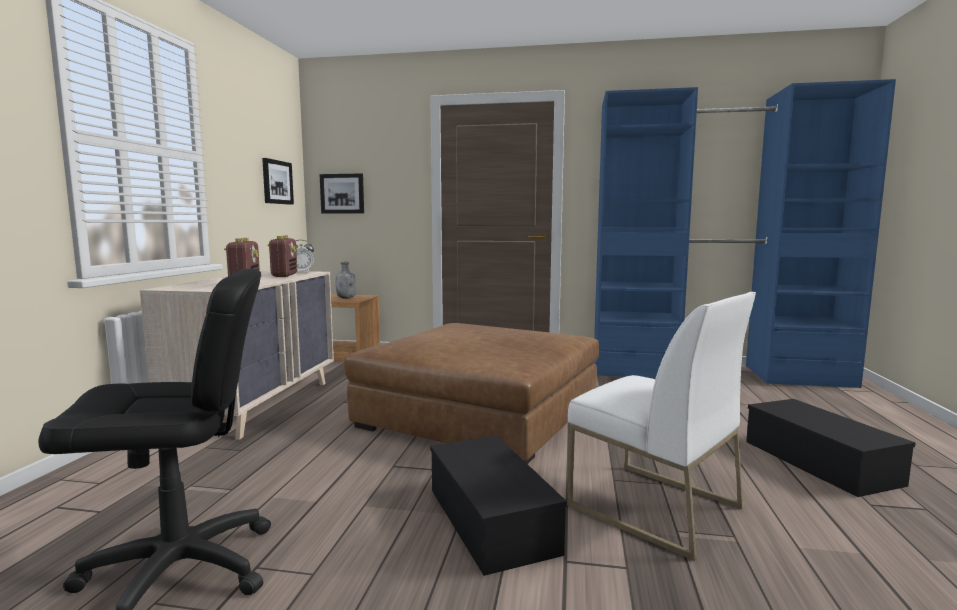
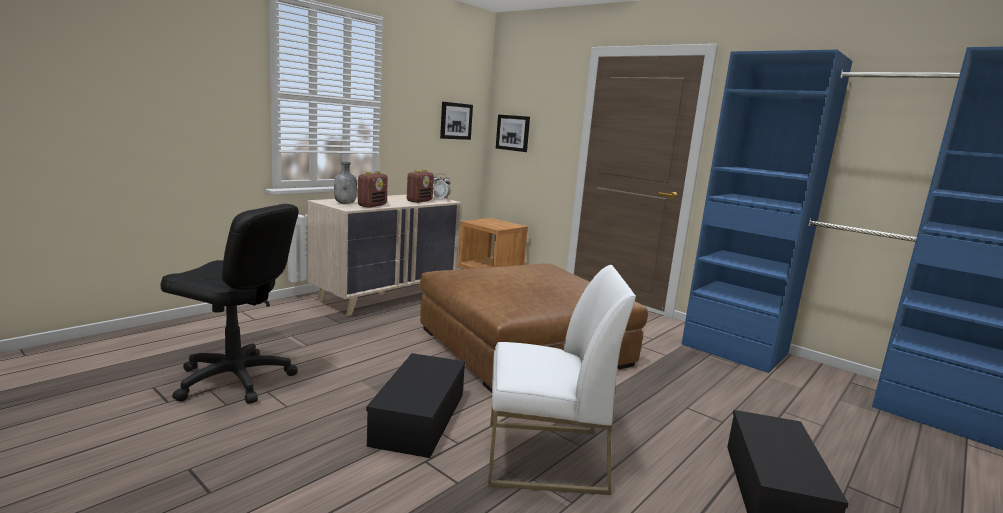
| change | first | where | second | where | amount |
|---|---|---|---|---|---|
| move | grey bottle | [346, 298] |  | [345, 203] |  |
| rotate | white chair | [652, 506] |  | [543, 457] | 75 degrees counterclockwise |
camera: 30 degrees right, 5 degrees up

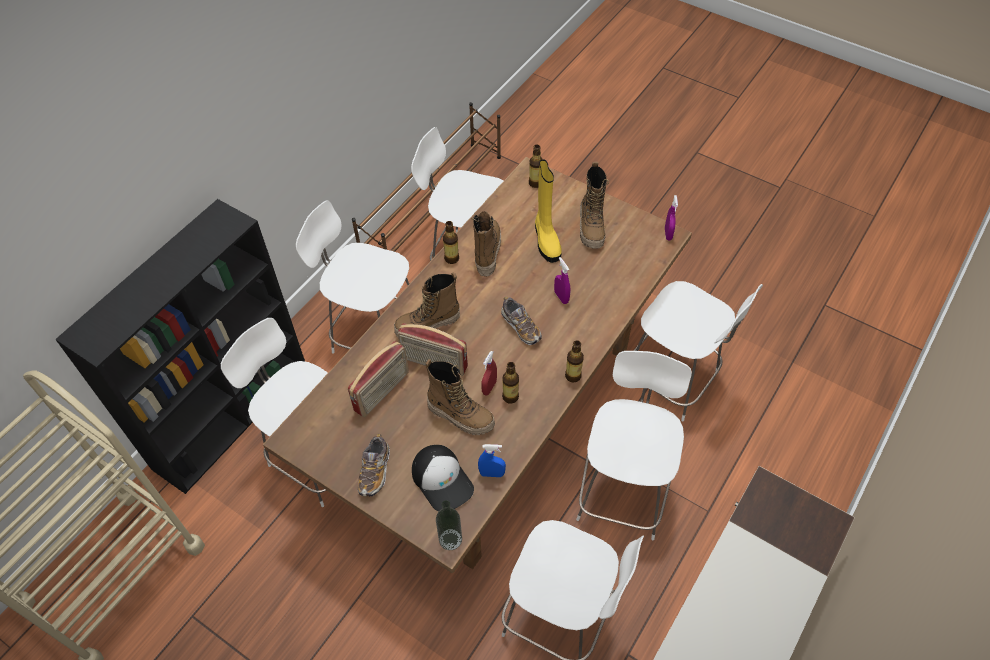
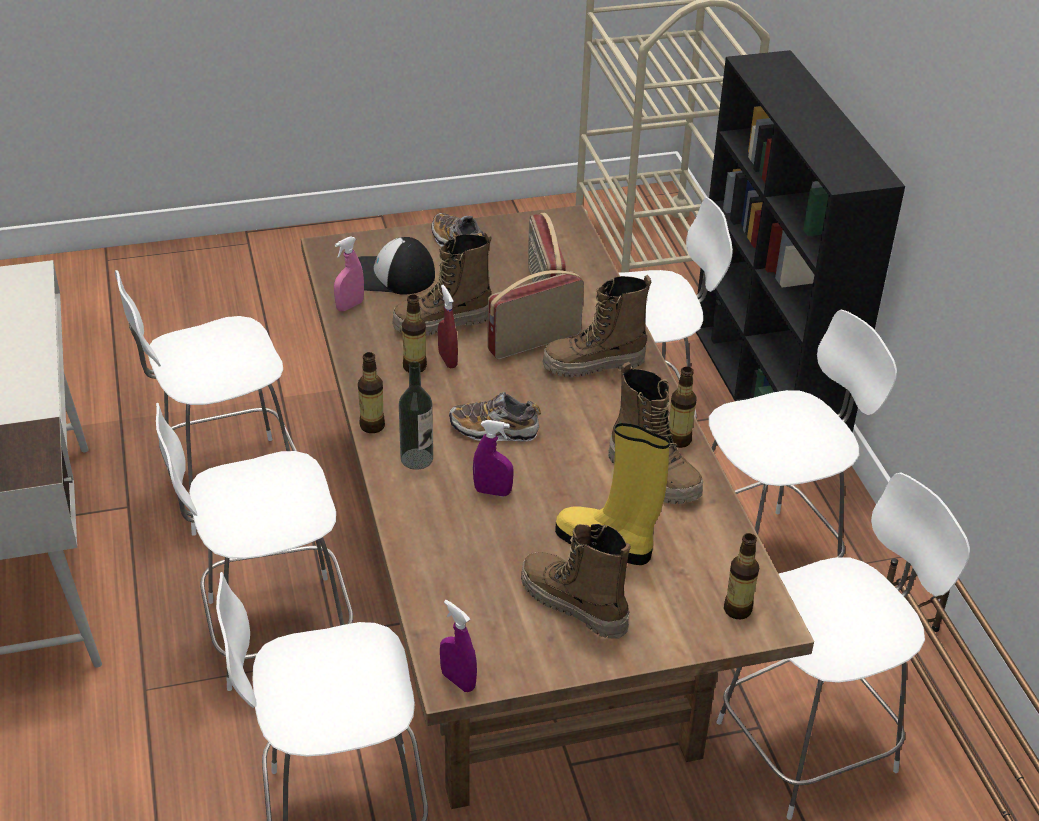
| change | first | where | second | where | amount |
|---|---|---|---|---|---|
| rotate | boot | [427, 325] |  | [593, 365] | 120 degrees counterclockwise |
| rotate | white chair | [623, 491] |  | [272, 633] | 105 degrees clockwise |
| recolor | blue spray bottle | [492, 474] | pink spray bottle | [350, 306] |  |
| move | bottle | [450, 539] |  | [417, 459] |  |
camera: 130 degrees right, 15 degrees down

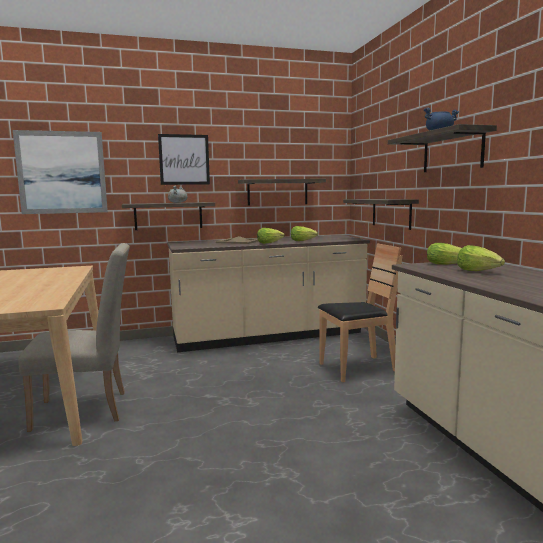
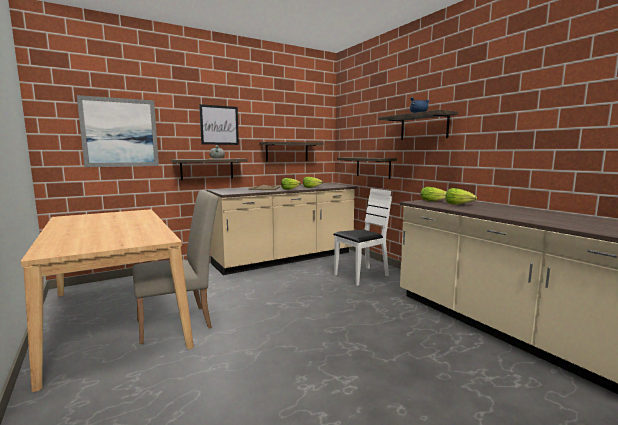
| change | first | where | second | where | amount |
|---|---|---|---|---|---|
| recolor | brown chair | [357, 368] | white chair | [361, 276] |  |
camera: 15 degrees left, 0 degrees up

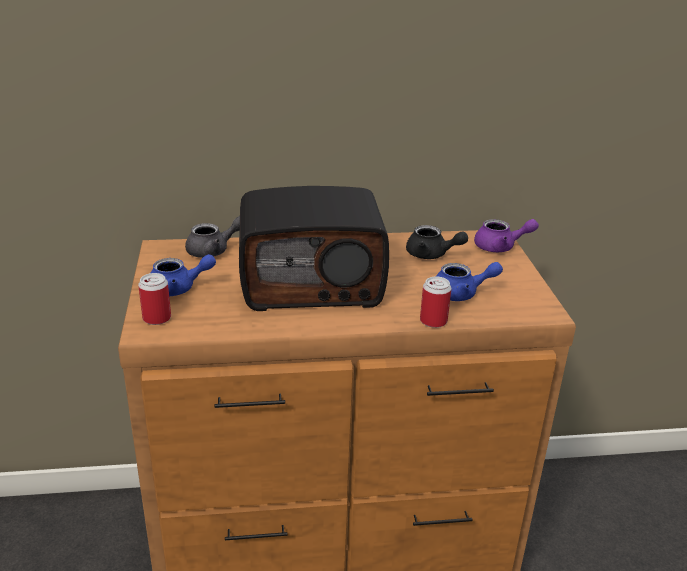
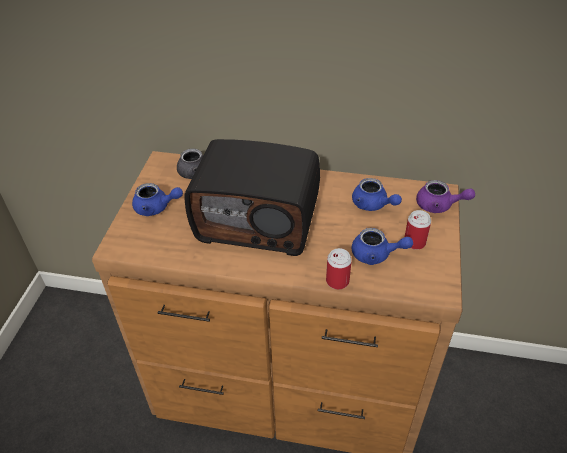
| change | first | where | second | where | amount |
|---|---|---|---|---|---|
| recolor | black teapot | [431, 255] | blue teapot | [372, 205] |  |
| move | can | [157, 318] |  | [414, 242] |  |
camera: 20 degrees right, 15 degrees up

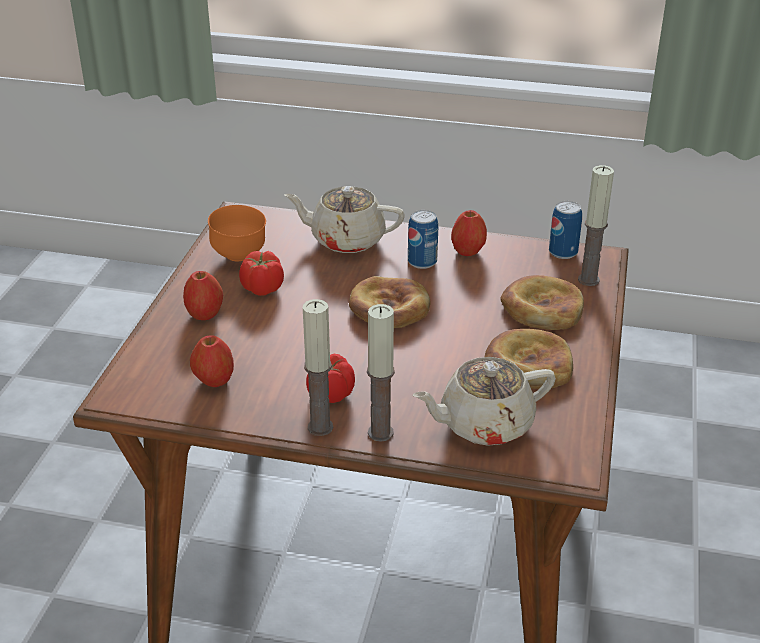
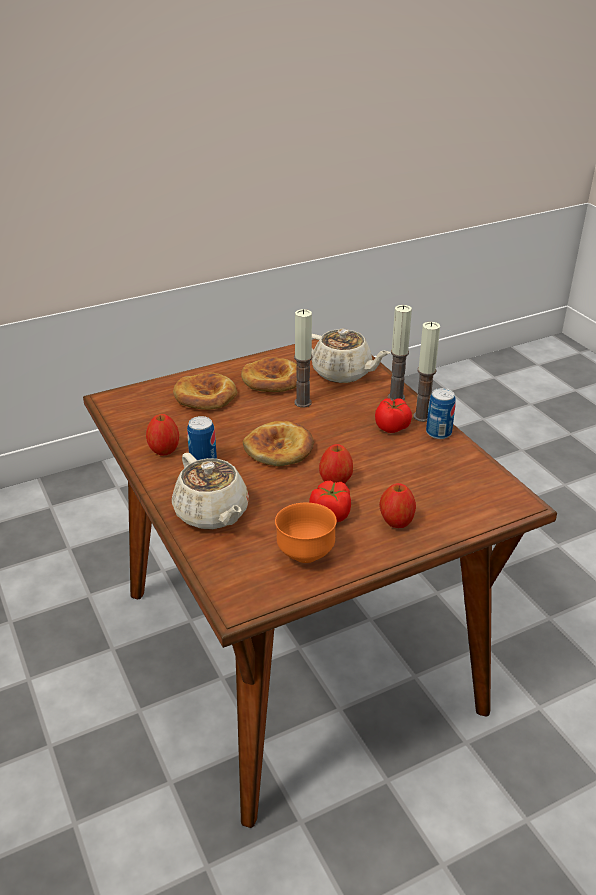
| change | first | where | second | where | amount |
|---|---|---|---|---|---|
| move | candle | [588, 280] |  | [302, 402] |  |
| move | can | [563, 252] |  | [438, 433] |  |
| move | apple | [214, 381] |  | [335, 482] |  |
camera: 130 degrees left, 0 degrees up

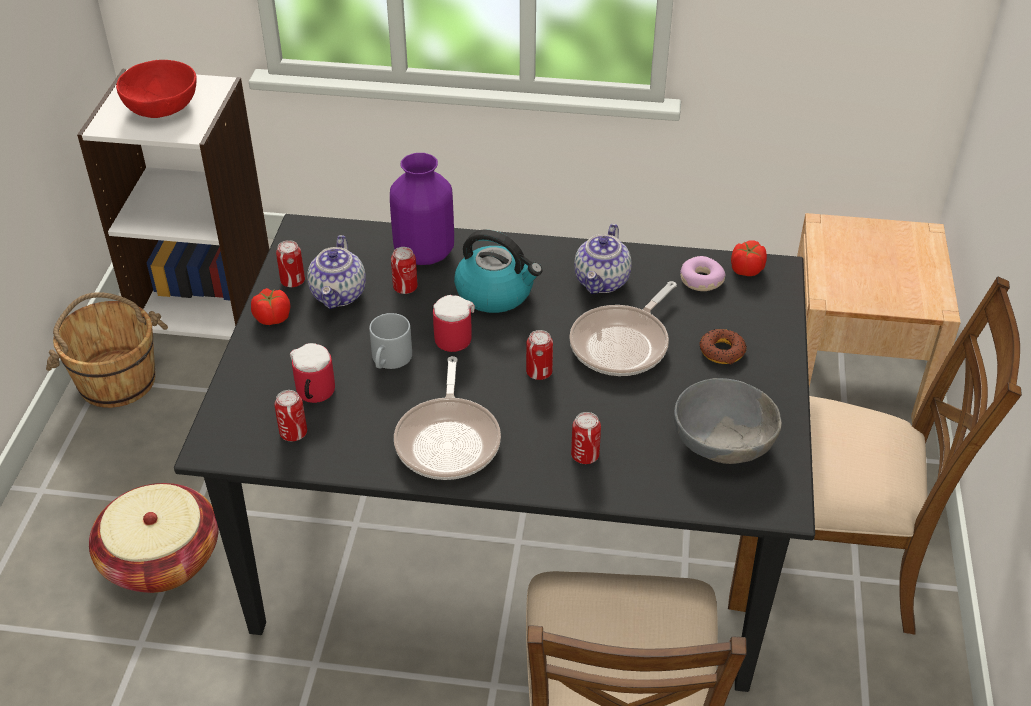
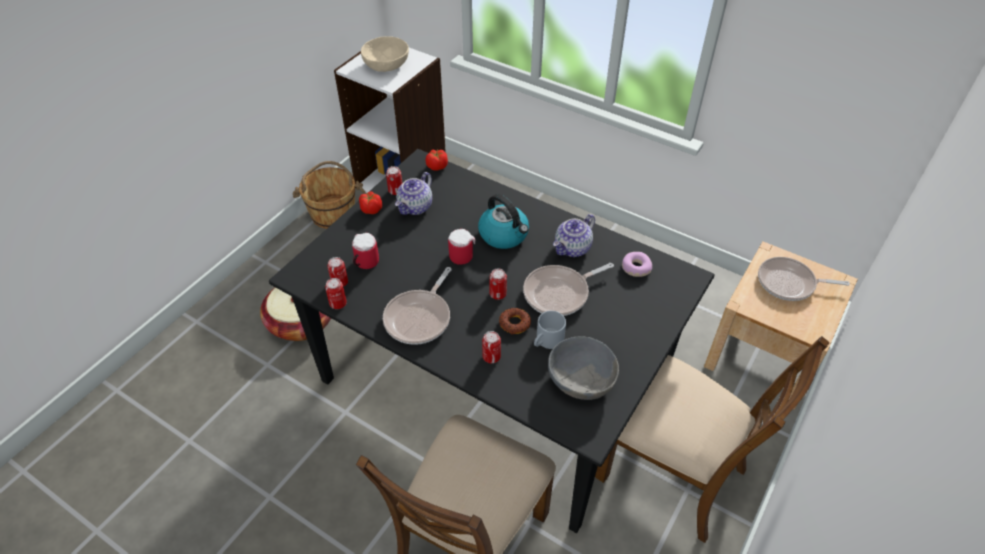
| change | first | where | second | where | amount |
|---|---|---|---|---|---|
| recolor | red bowl | [162, 107] | beige bowl | [387, 65] |  |
| delete | purple vase | [425, 253] |  |  |  |
| move | tomato | [746, 269] |  | [437, 166] |  |
| move | can | [405, 288] |  | [338, 303] |  |
| move | grey mug | [390, 360] |  | [547, 341] |  |
| move | donut | [722, 351] |  | [514, 323] |  |
| insert |  |  | frying pan | [789, 283] |  |
camera: 25 degrees right, 5 degrees up

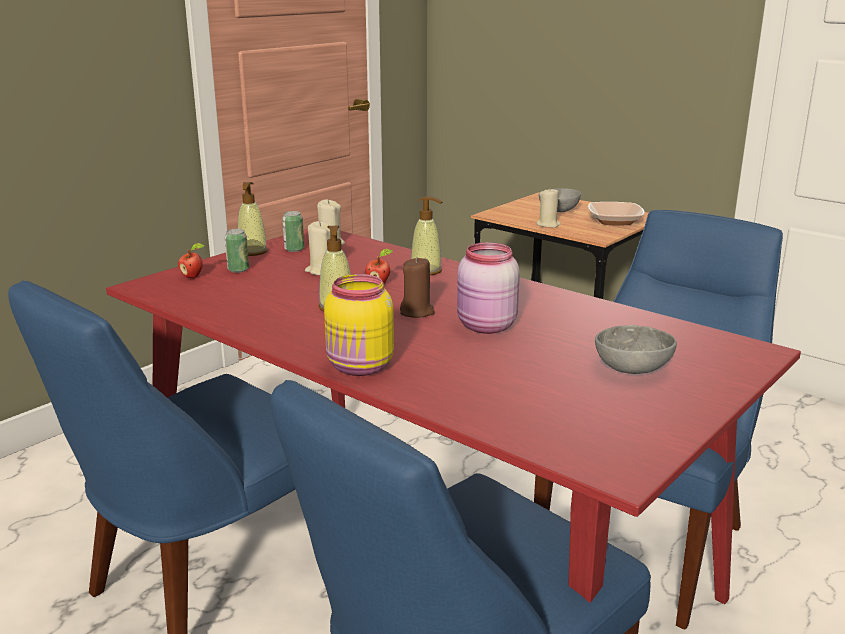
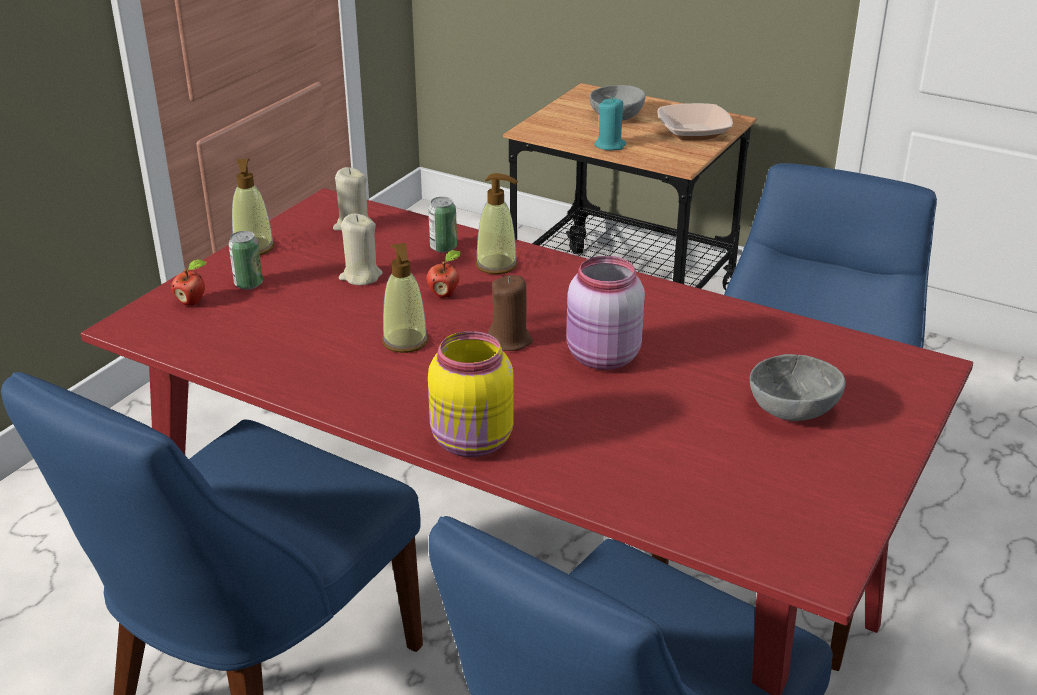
| change | first | where | second | where | amount |
|---|---|---|---|---|---|
| recolor | beige candle | [548, 225] | turquoise candle | [610, 145] |  |
| move | can | [294, 249] |  | [443, 247] |  |
camera: 10 degrees left, 10 degrees up

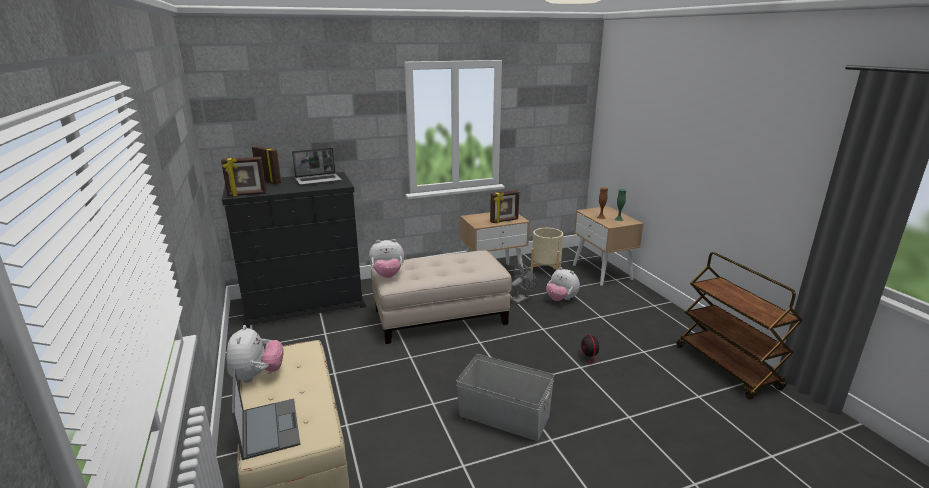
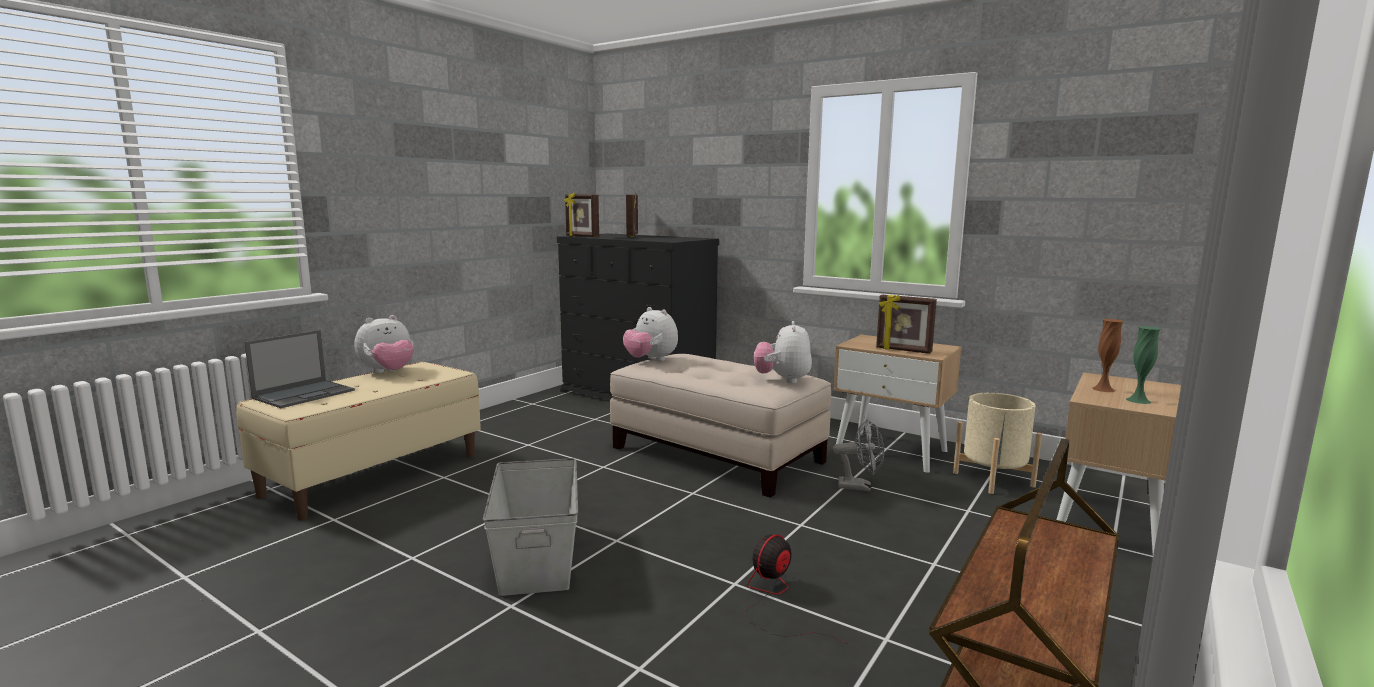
| change | first | where | second | where | amount |
|---|---|---|---|---|---|
| delete | laptop | [319, 180] |  |  |  |
| move | plush toy | [561, 299] |  | [782, 380] |  |
camera: 55 degrees right, 10 degrees down

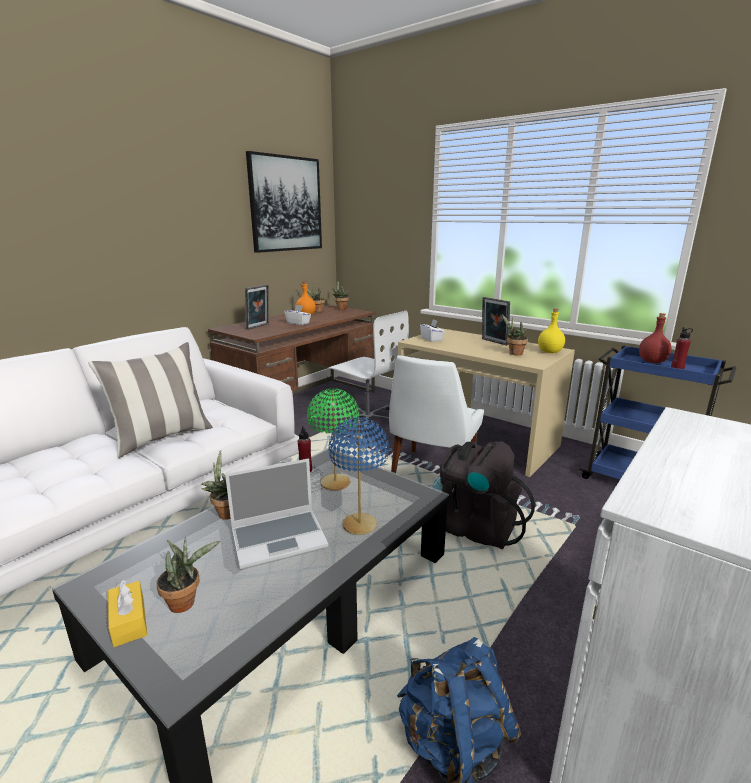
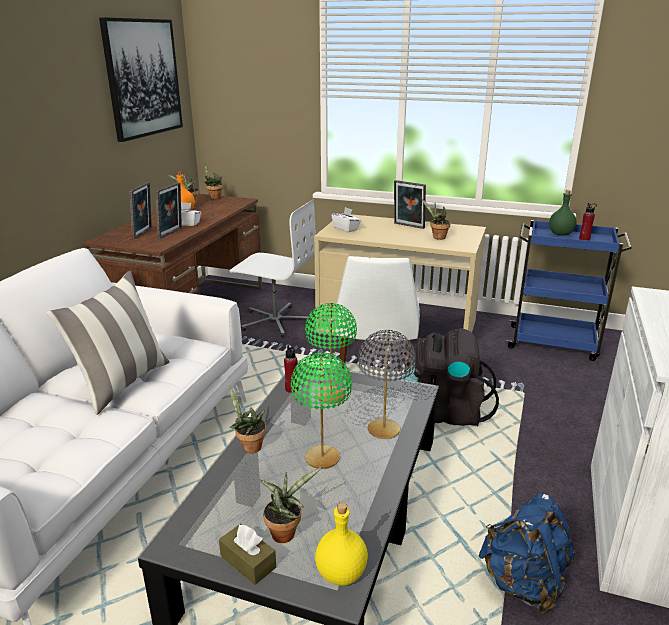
| change | first | where | second | where | amount |
|---|---|---|---|---|---|
| move | yellow bottle | [550, 352] |  | [341, 574] |  |
| recolor | red bottle | [652, 362] | green bottle | [560, 234] |  |
| recolor | blue table lamp | [360, 525] | grey table lamp | [384, 429] |  |
| replace | laptop | [280, 538] | green table lamp | [322, 458] |  |
| recolor | yellow tissue box | [129, 621] | brown tissue box | [248, 561] |  |
| insert |  |  | picture frame | [172, 233] |  |
camera: 20 degrees left, 5 degrees up

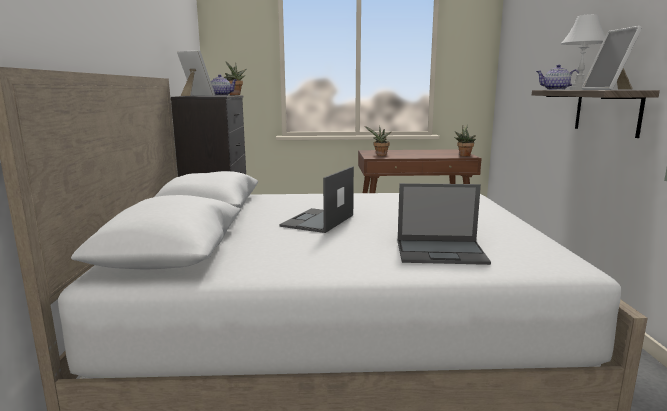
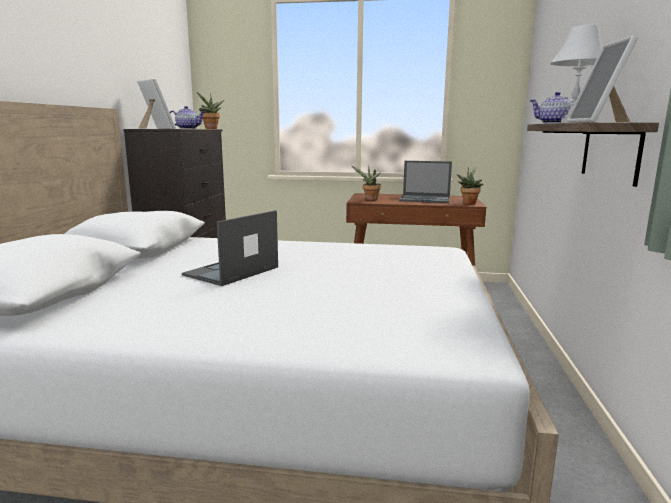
| change | first | where | second | where | amount |
|---|---|---|---|---|---|
| move | laptop | [441, 252] |  | [425, 199] |  |
camera: 10 degrees right, 0 degrees up

